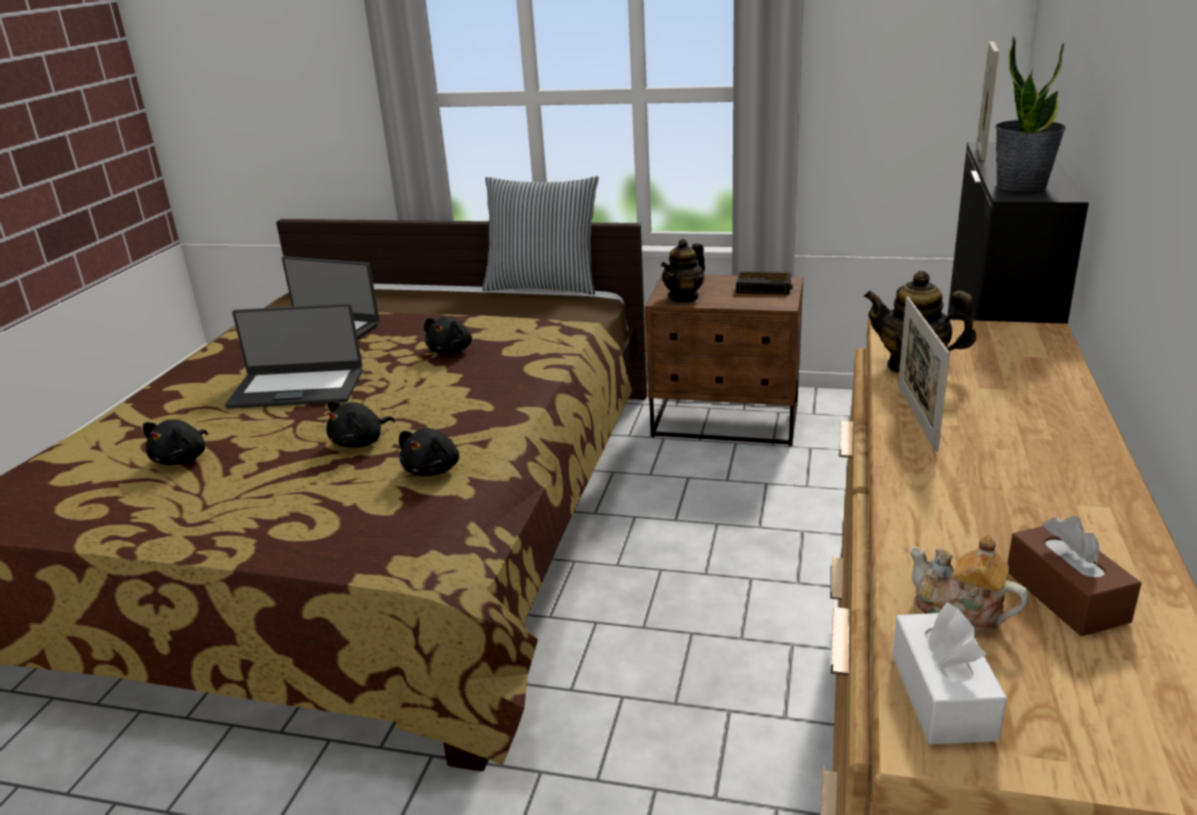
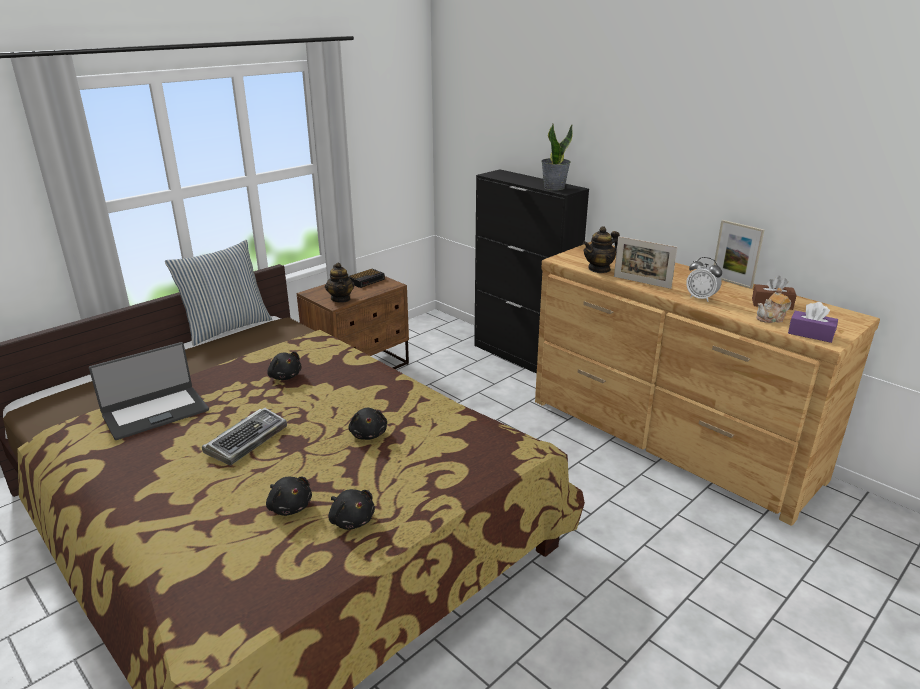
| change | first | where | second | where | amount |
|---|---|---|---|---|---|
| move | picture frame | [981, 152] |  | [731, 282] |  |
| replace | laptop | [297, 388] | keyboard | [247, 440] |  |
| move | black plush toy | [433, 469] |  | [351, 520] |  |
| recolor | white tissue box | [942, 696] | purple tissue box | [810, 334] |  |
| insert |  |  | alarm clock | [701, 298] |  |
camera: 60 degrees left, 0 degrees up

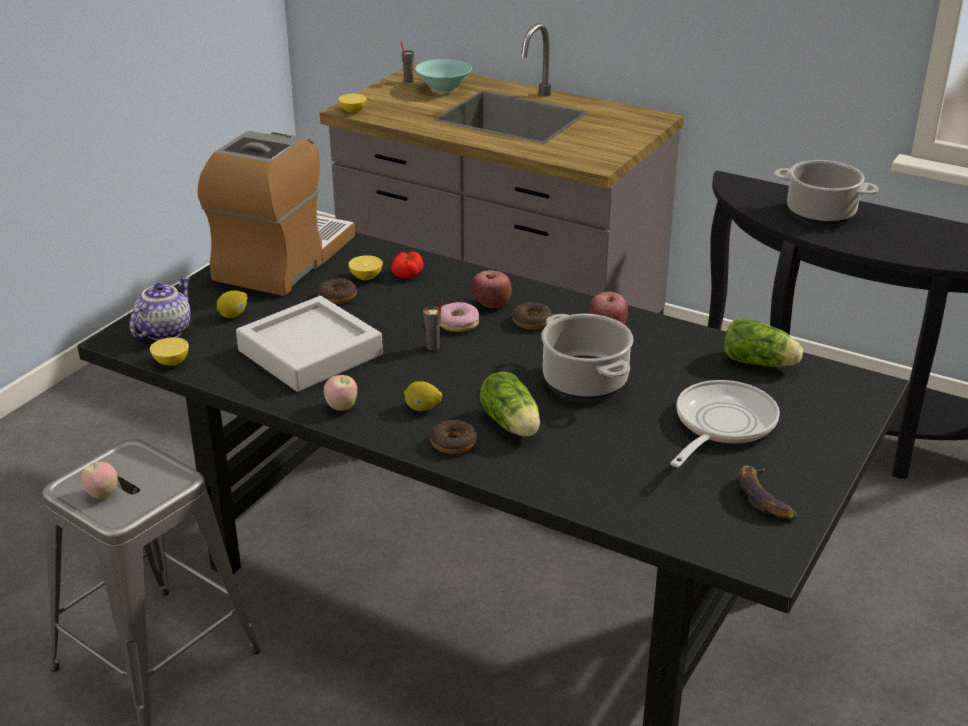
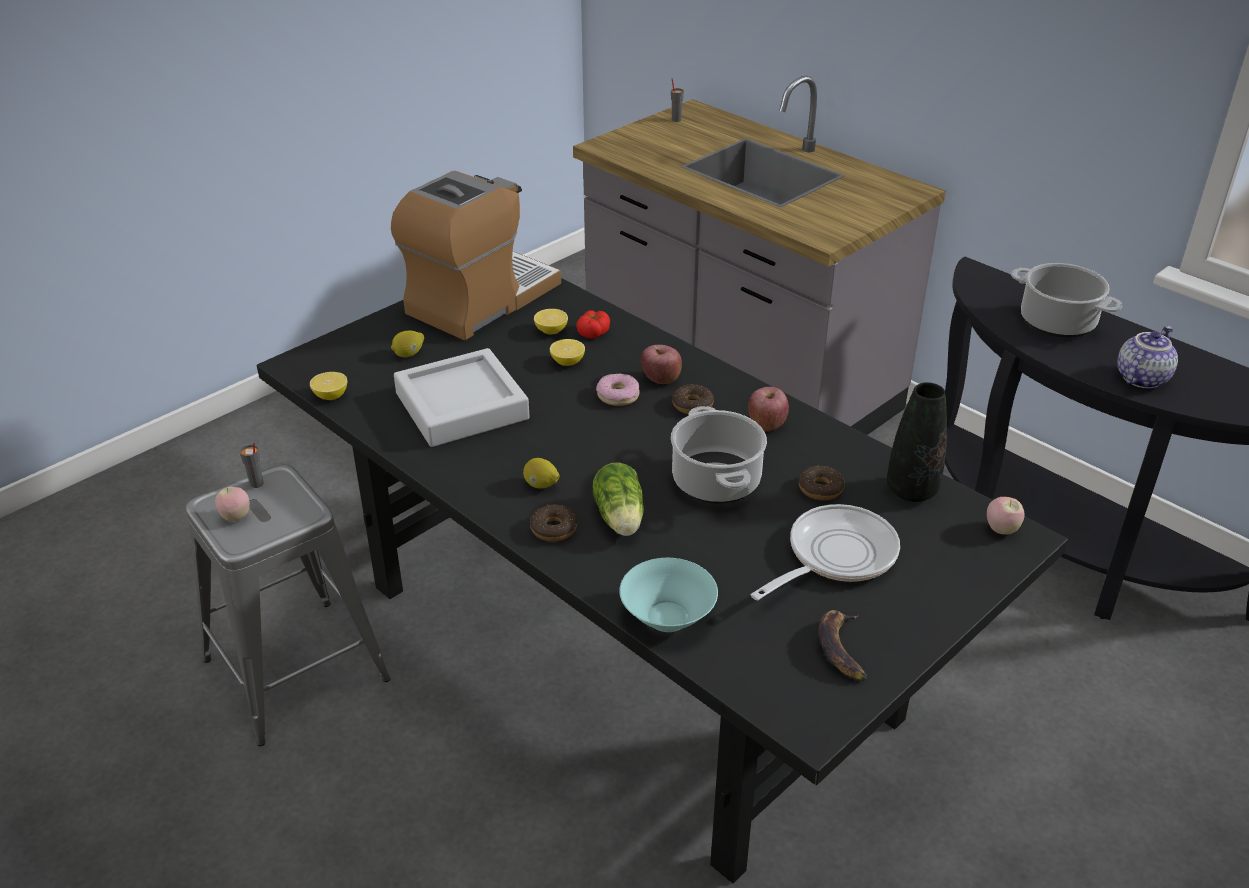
| change | first | where | second | where | amount |
|---|---|---|---|---|---|
| move | turquoise bowl | [444, 88] |  | [668, 617] |  |
| move | lemon | [353, 111] |  | [567, 362] |  |
| move | teapot | [164, 331] |  | [1140, 377] |  |
| move | donut | [337, 297] |  | [820, 489] |  |
| move | grey cup | [433, 347] |  | [256, 484] |  |
| replace | lettuce | [761, 363] | black vase | [911, 491] |  |
| move | apple | [341, 407] |  | [1001, 530] |  |
camera: 15 degrees right, 5 degrees up

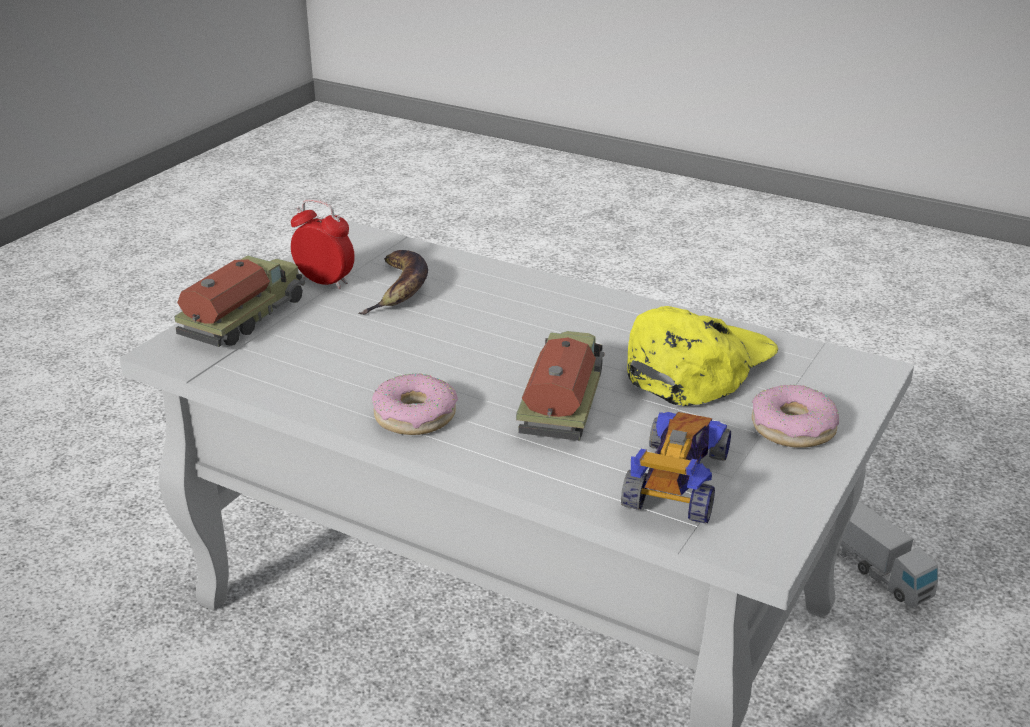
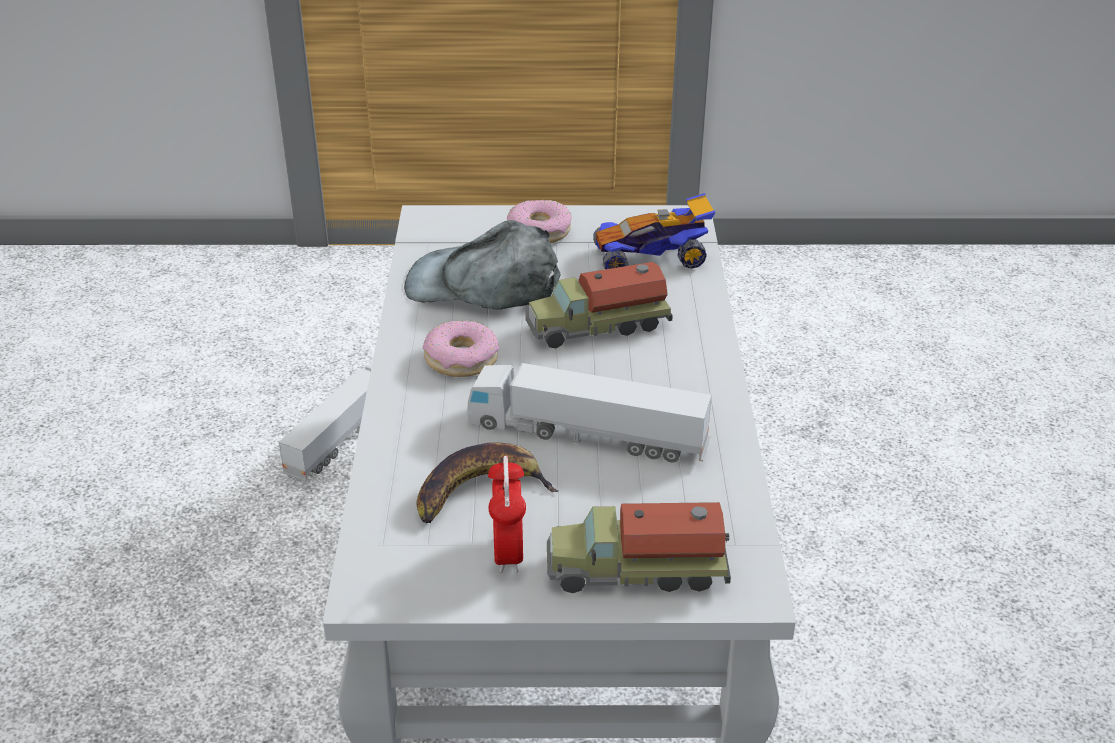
| change | first | where | second | where | amount |
|---|---|---|---|---|---|
| recolor | yellow cap | [698, 365] | grey cap | [483, 285] |  |
| move | donut | [415, 416] |  | [461, 359] |  |
| insert |  |  | toy truck | [587, 434] |  |
camera: 120 degrees left, 5 degrees up

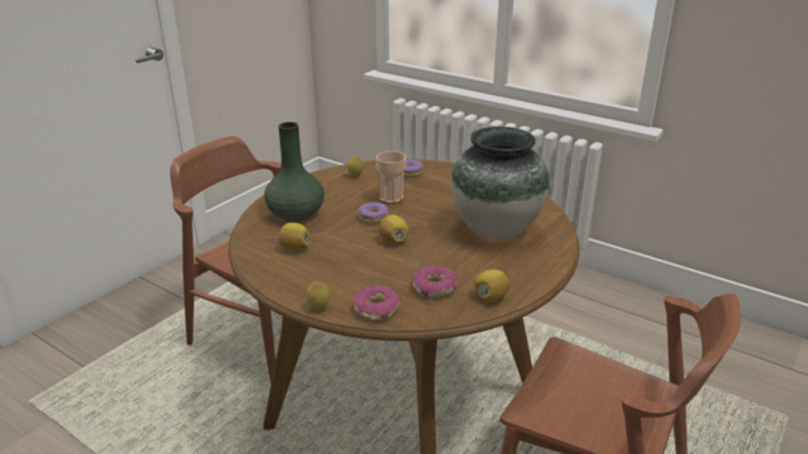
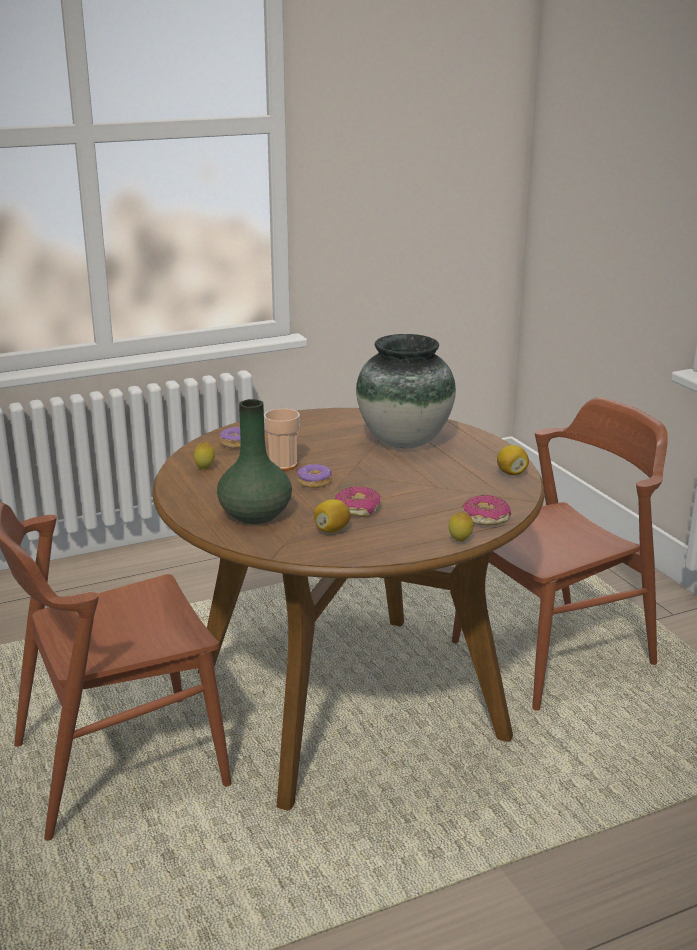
| change | first | where | second | where | amount |
|---|---|---|---|---|---|
| delete | lemon | [394, 240] |  |  |  |
| move | donut | [435, 288] |  | [358, 509] |  |
camera: 60 degrees left, 5 degrees down

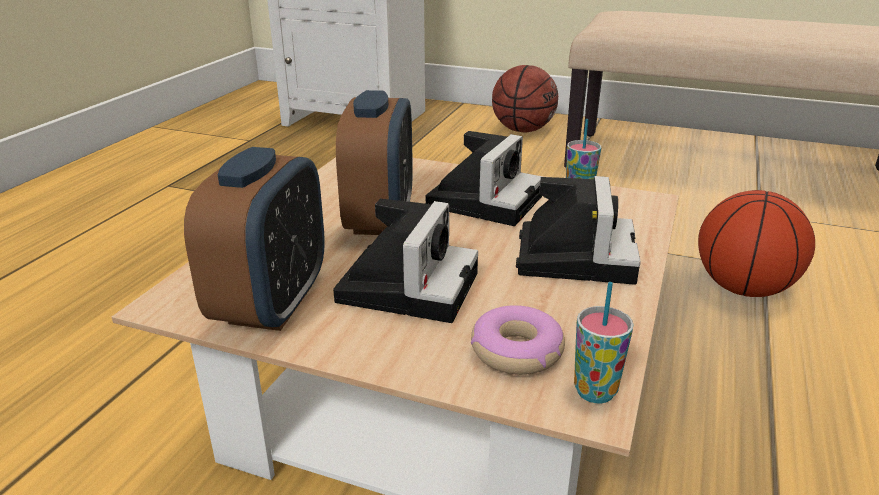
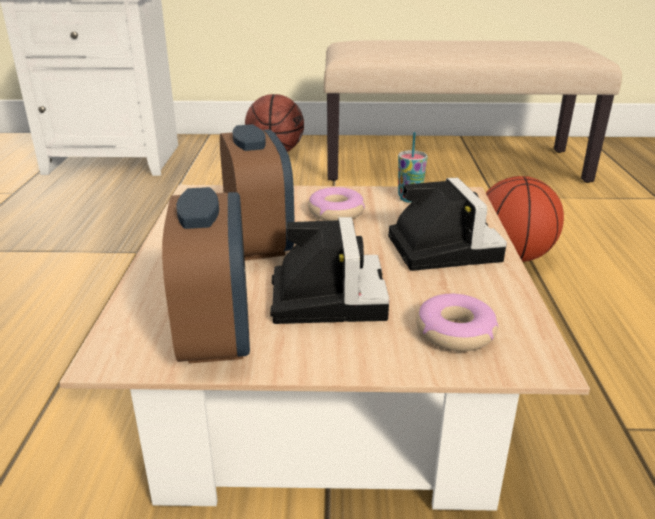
| change | first | where | second | where | amount |
|---|---|---|---|---|---|
| replace | photo camera | [484, 199] | donut | [336, 212] |  |
| delete | cup | [595, 391] |  |  |  |
camera: 20 degrees left, 0 degrees up

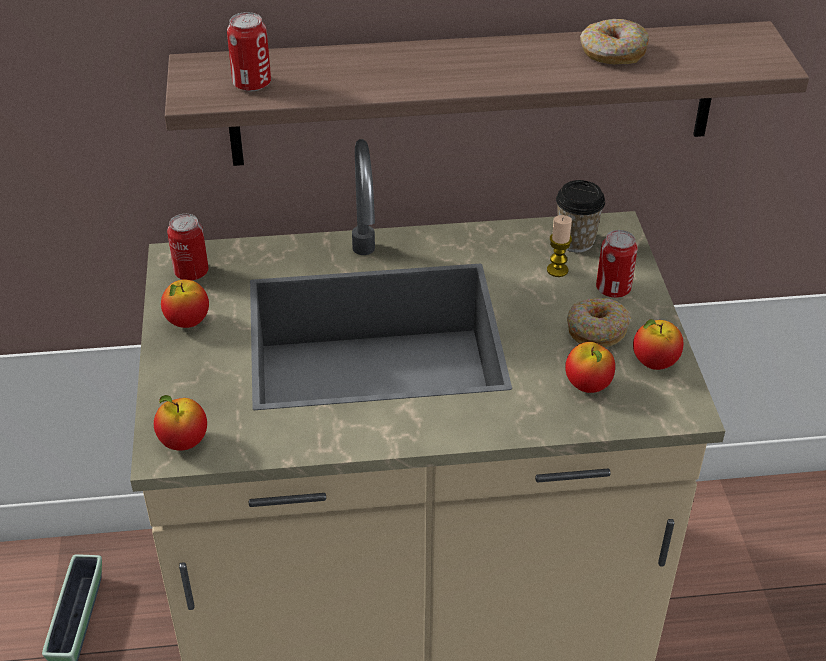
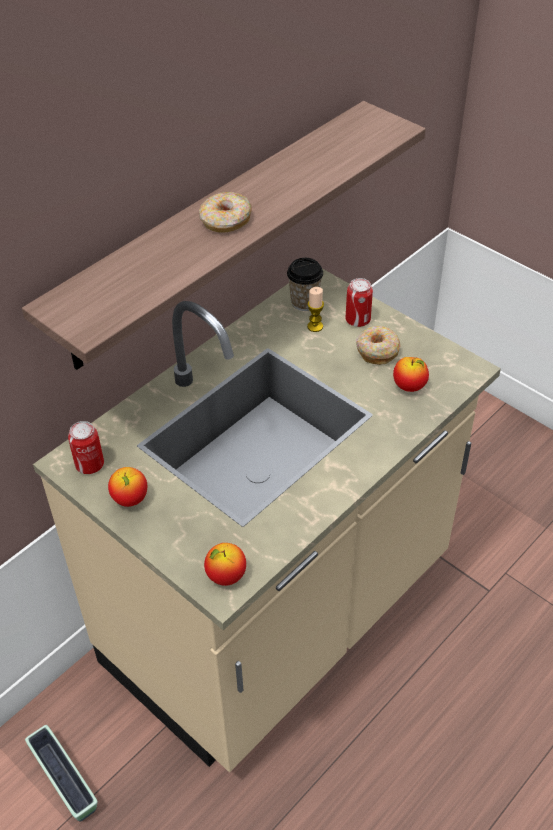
| change | first | where | second | where | amount |
|---|---|---|---|---|---|
| delete | can | [252, 84] |  |  |  |
| move | donut | [612, 53] |  | [225, 221] |  |
| delete | apple | [654, 363] |  |  |  |
camera: 40 degrees left, 5 degrees up

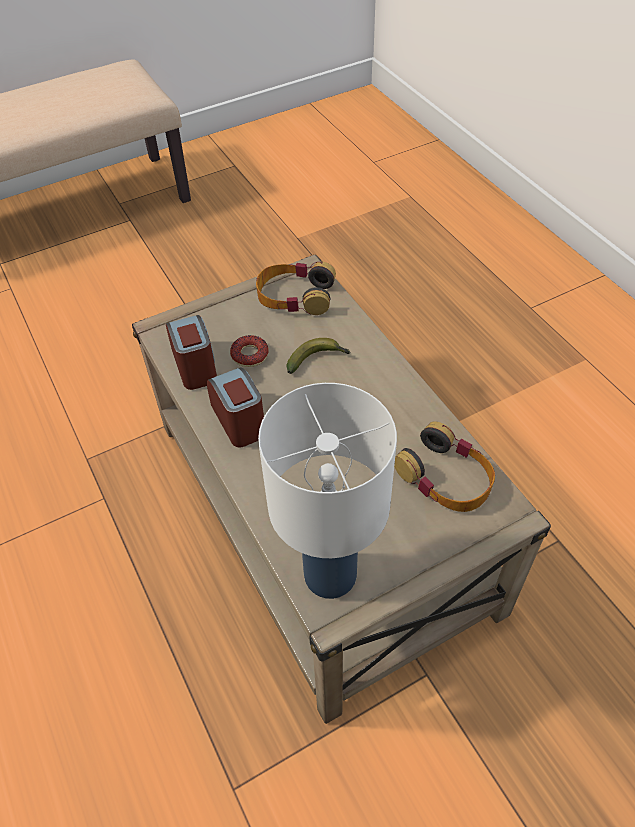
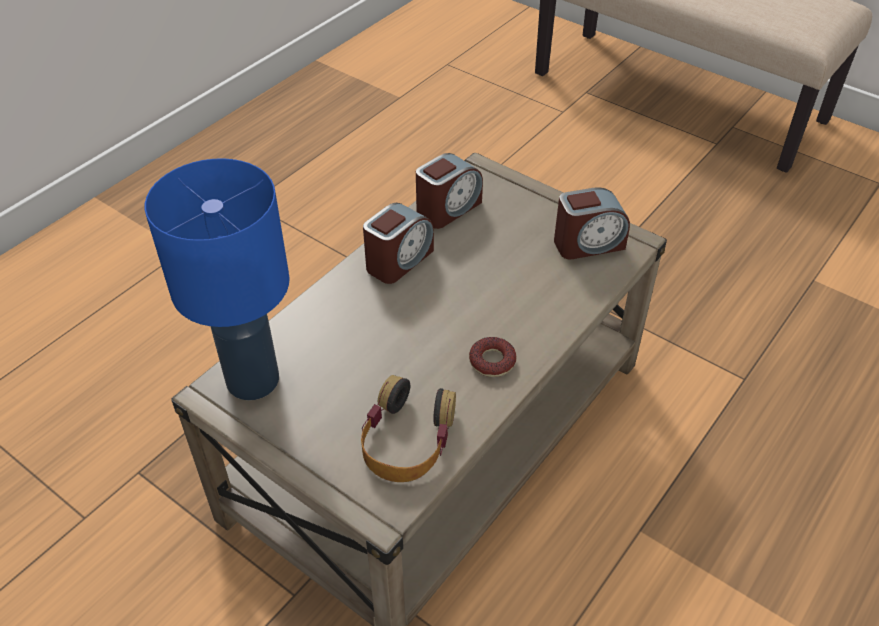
| change | first | where | second | where | amount |
|---|---|---|---|---|---|
| replace | headphones | [295, 296] | alarm clock | [588, 244] |  |
| move | donut | [250, 355] |  | [492, 361] |  |
| delete | banana | [317, 359] |  |  |  |
| recolor | white table lamp | [331, 573] | blue table lamp | [254, 380] |  |
camera: 65 degrees right, 5 degrees down

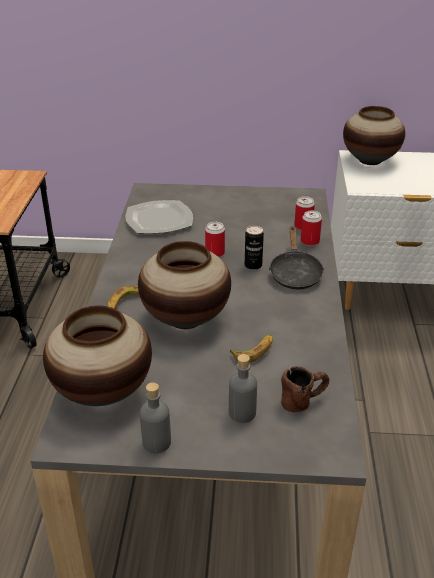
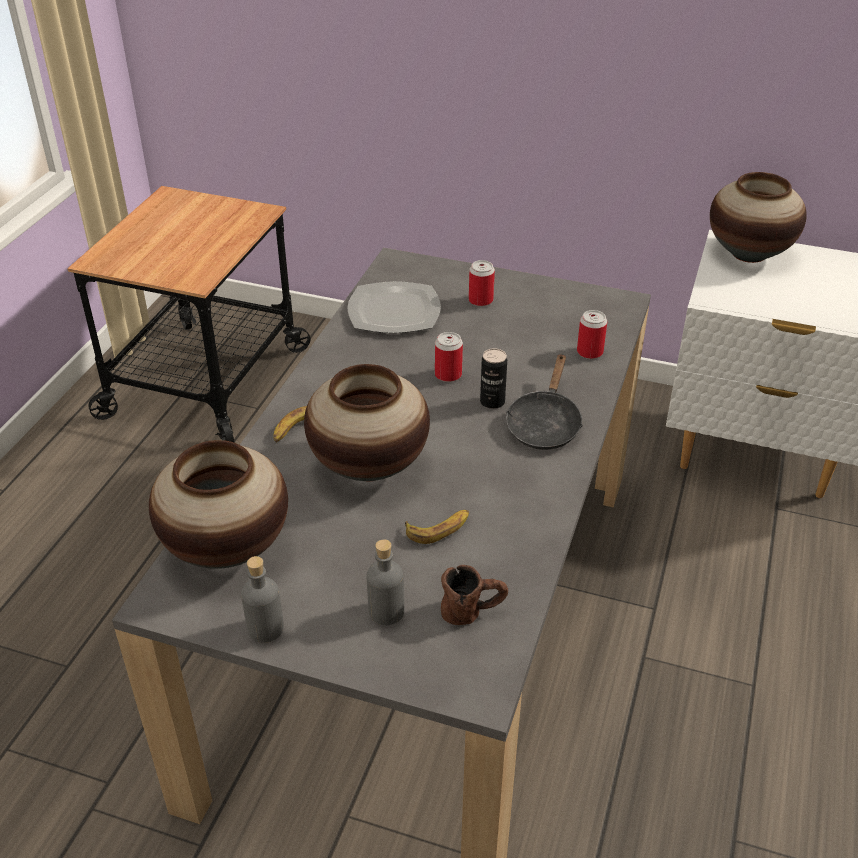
| change | first | where | second | where | amount |
|---|---|---|---|---|---|
| move | can | [310, 241] |  | [480, 300] |  |
camera: 15 degrees right, 5 degrees up

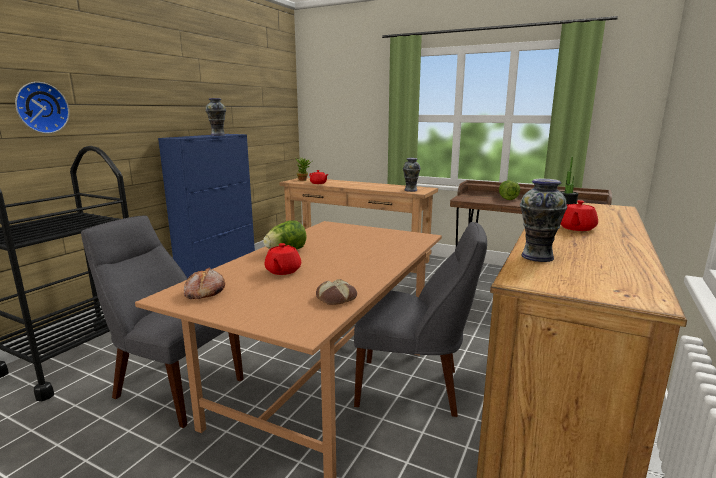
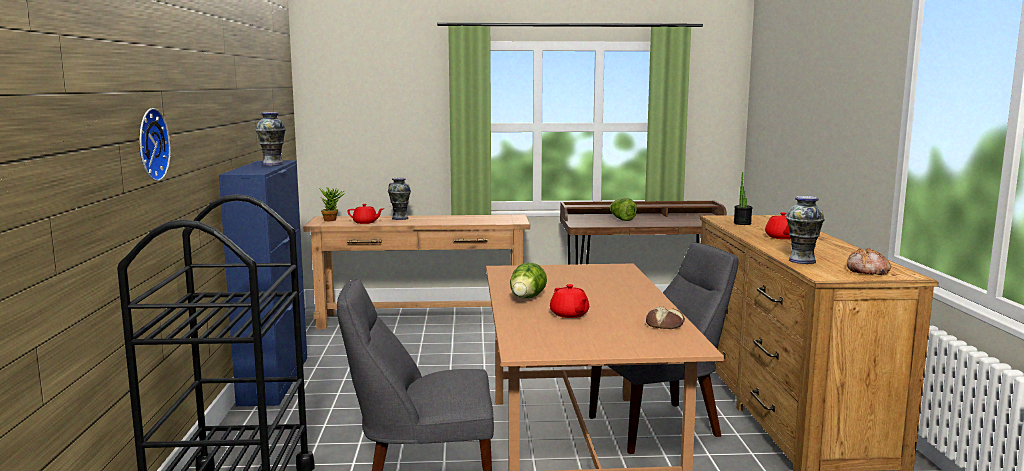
| change | first | where | second | where | amount |
|---|---|---|---|---|---|
| move | vase | [410, 190] |  | [400, 218] |  |
| move | bread | [204, 292] |  | [867, 271] |  |
camera: 30 degrees left, 5 degrees down

